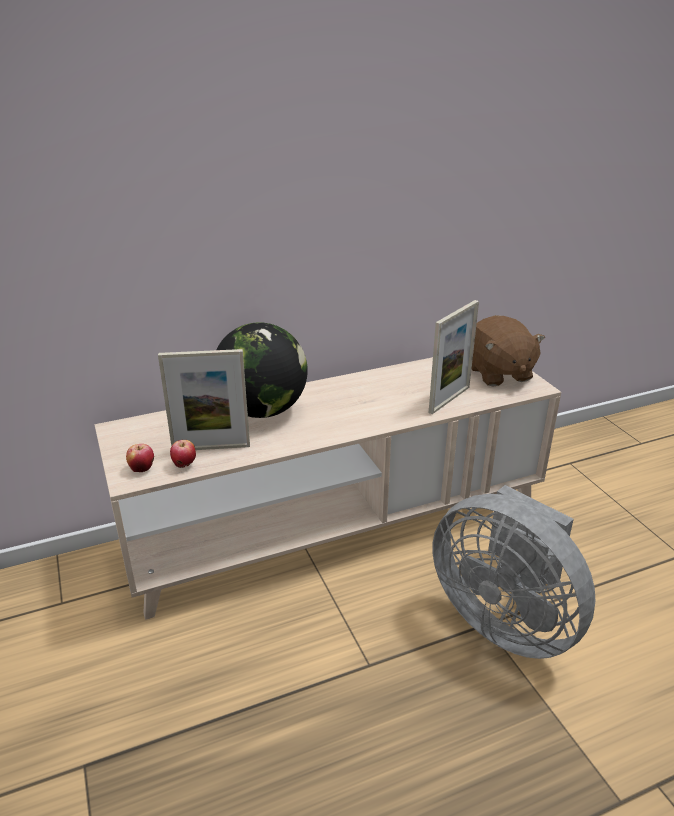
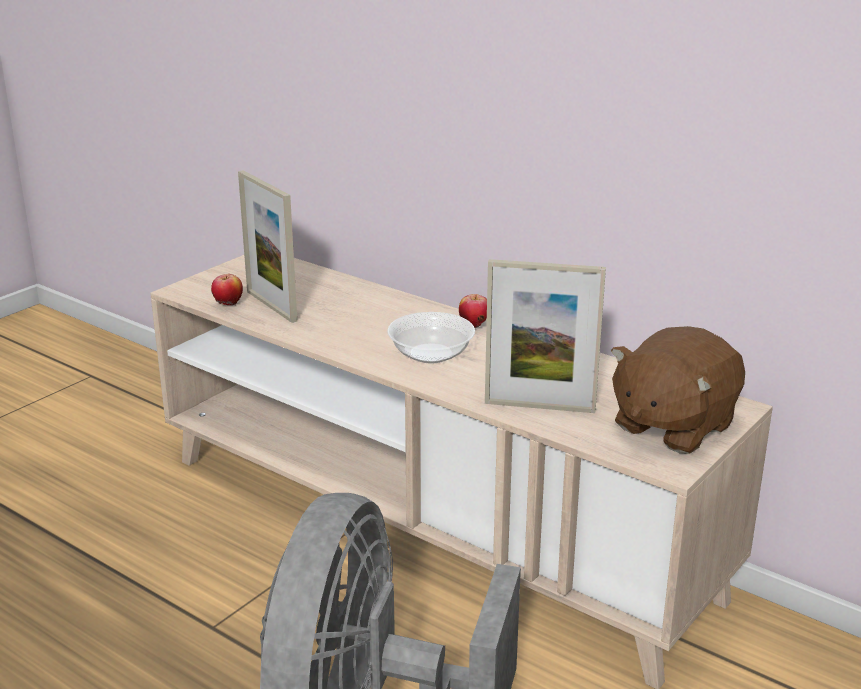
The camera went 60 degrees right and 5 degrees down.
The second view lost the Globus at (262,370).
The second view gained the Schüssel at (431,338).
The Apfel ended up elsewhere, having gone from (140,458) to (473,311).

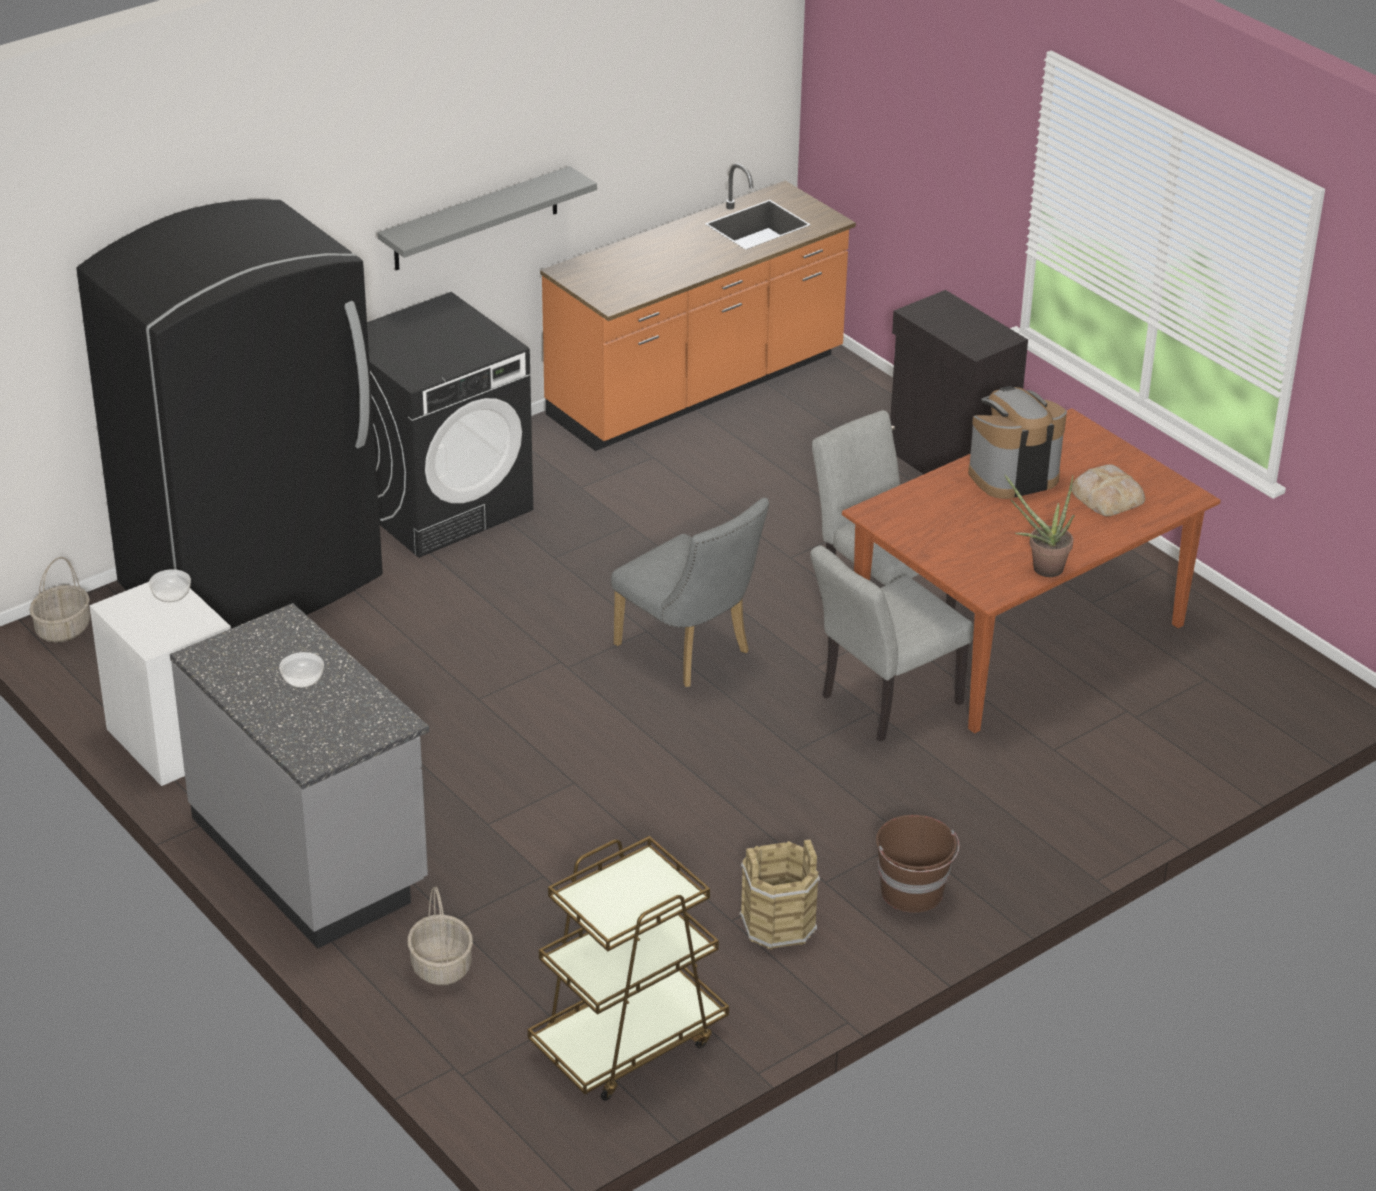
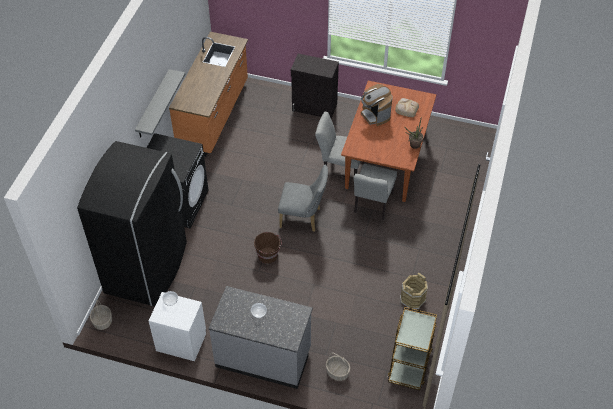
The camera went 35 degrees left and 15 degrees up.
The Eimer [braun] ended up elsewhere, having gone from (917,864) to (267,248).
The Kaffeemaschine at (1017,442) ended up facing another way, 60 degrees counterclockwise from before.

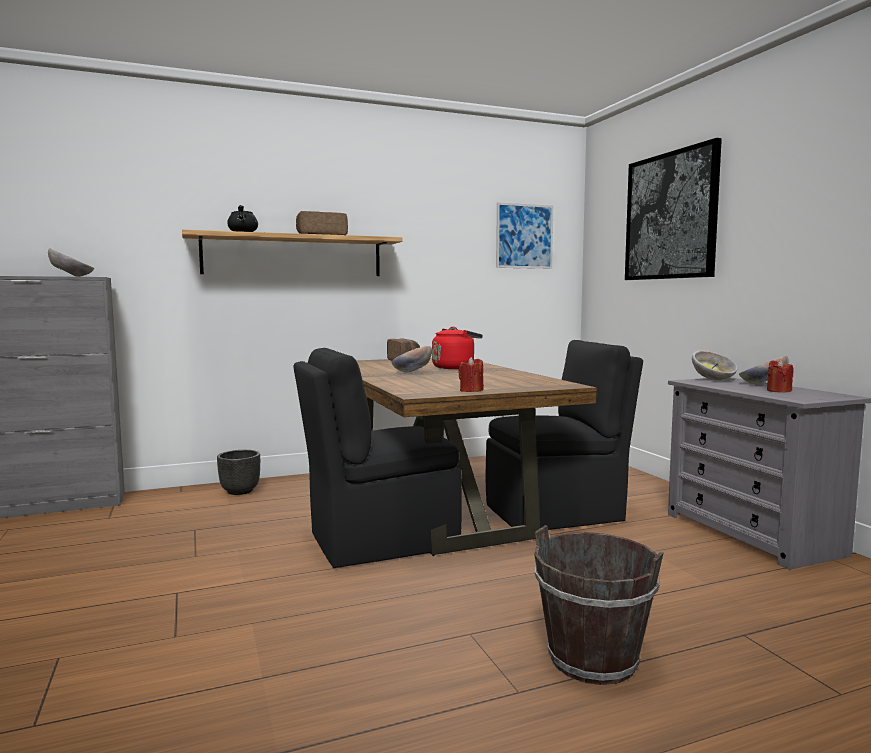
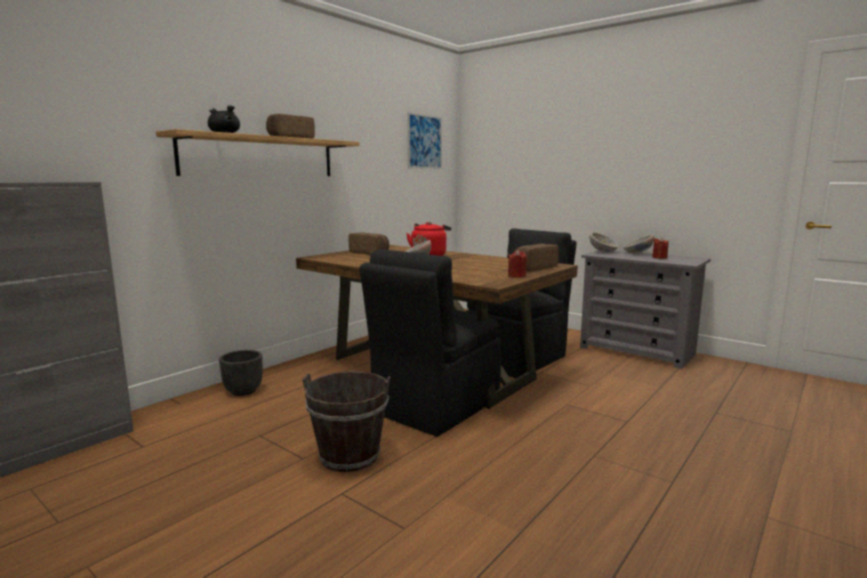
The camera went 30 degrees left and 5 degrees up.
The second view lost the Schüssel at (71,262).
The second view lost the Bild at (673,209).
The second view gained the Brot at (536,258).
The Eimer [braun] ended up elsewhere, having gone from (599,605) to (346,421).

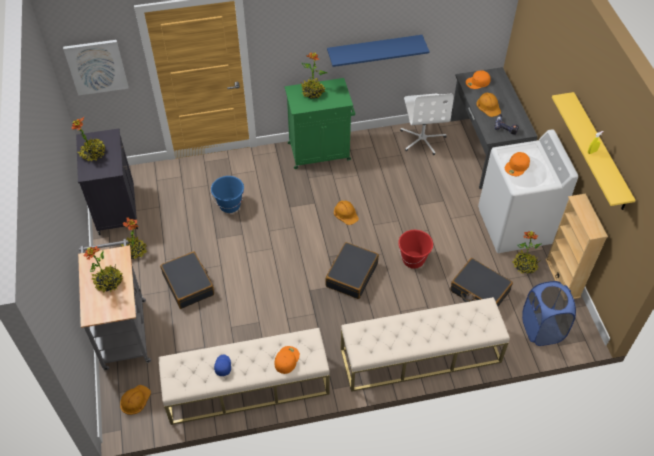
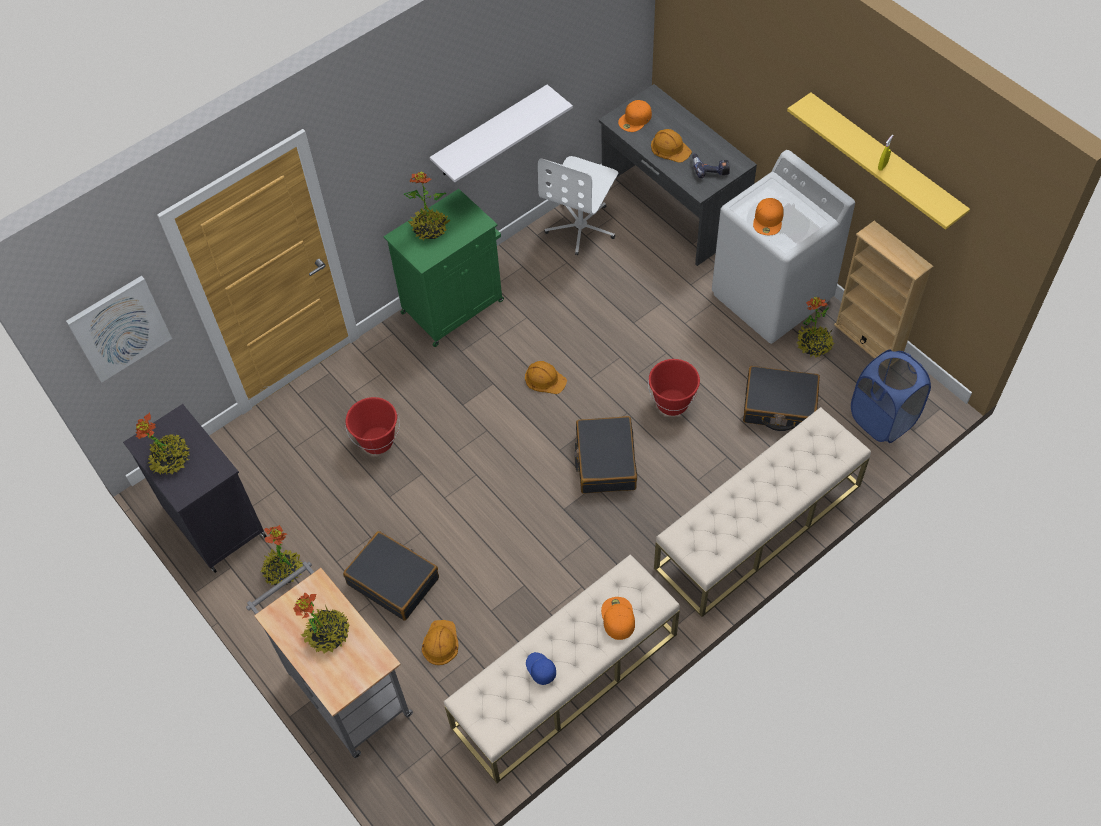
The camera went 25 degrees left and 5 degrees up.
The Schutzhelm [orange] ended up elsewhere, having gone from (135,400) to (440,642).
What was the Eimer [blau] at (227,194) turned into the Eimer [rot] at (372,425).
What was the Wandregal [blau] at (378,51) turned into the Wandregal [weiß] at (501,133).
The Bürostuhl [weiß] at (427,124) ended up facing another way, 60 degrees clockwise from before.

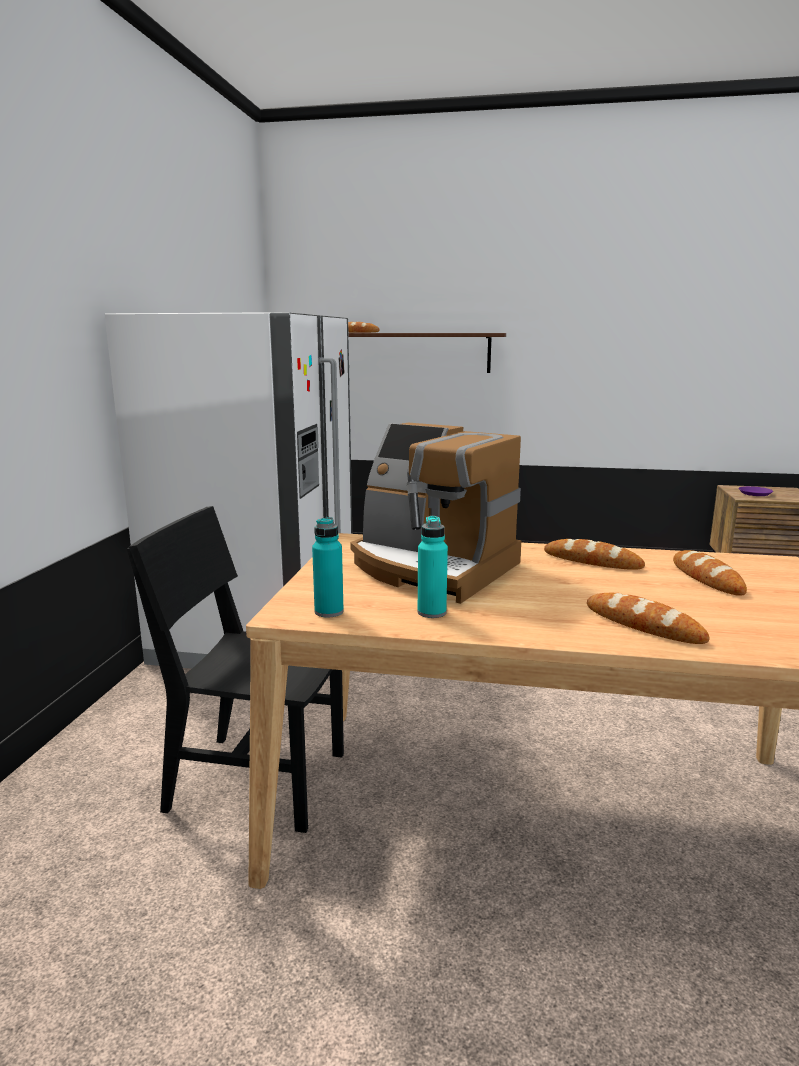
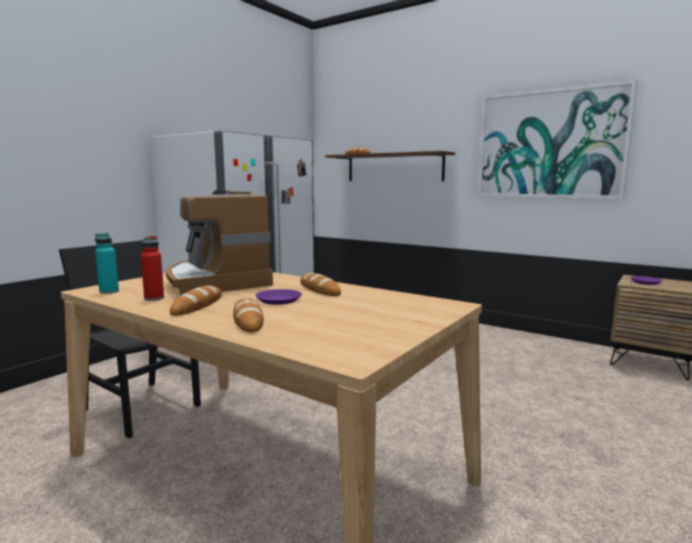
The camera went 25 degrees right and 5 degrees down.
The second view gained the Teller [lila] at (278,297).
The second view gained the Bild at (557,139).
The Brot ended up elsewhere, having gone from (710,573) to (196,301).
What was the Flasche [türkis] at (432,567) turned into the Flasche [rot] at (152,268).

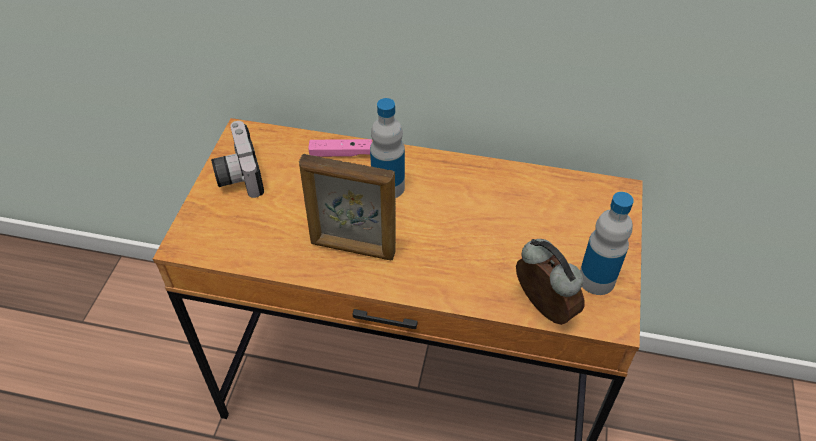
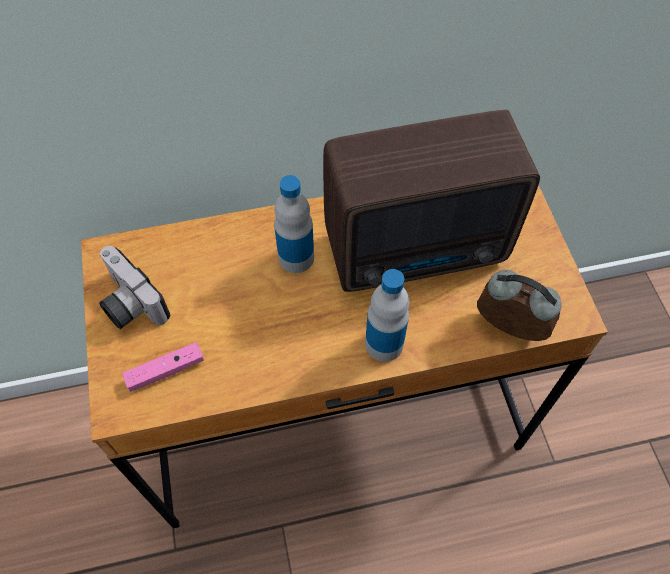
The camera went 25 degrees left and 10 degrees up.
The second view lost the Bilderrahmen at (347,207).
The second view gained the Radio at (431,201).
The Gamepad [rosa] ended up elsewhere, having gone from (340,148) to (163,367).
The Flasche ended up elsewhere, having gone from (607,243) to (387,315).

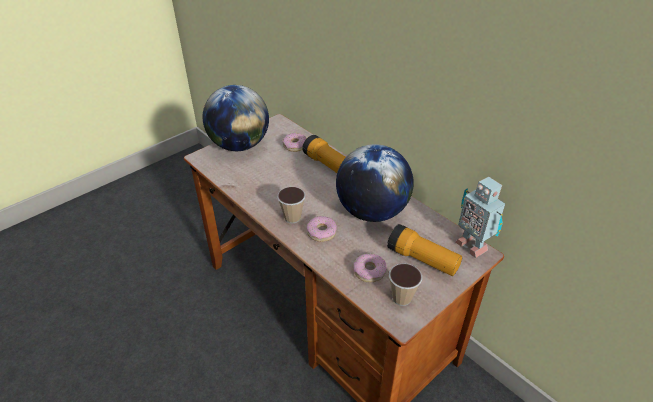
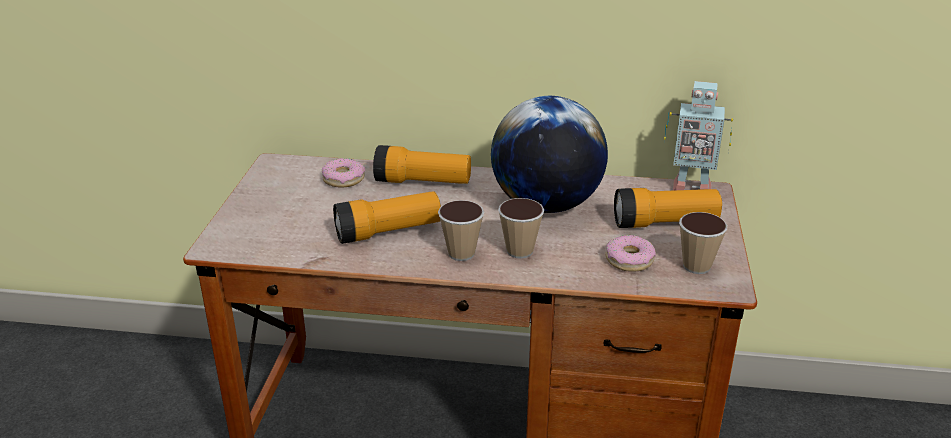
The camera went 40 degrees left and 10 degrees down.
The second view lost the Globus at (236,118).
The second view gained the Taschenlampe at (387,217).
Where the Donut stood at (322,229), the Tasse came to stand at (521,228).

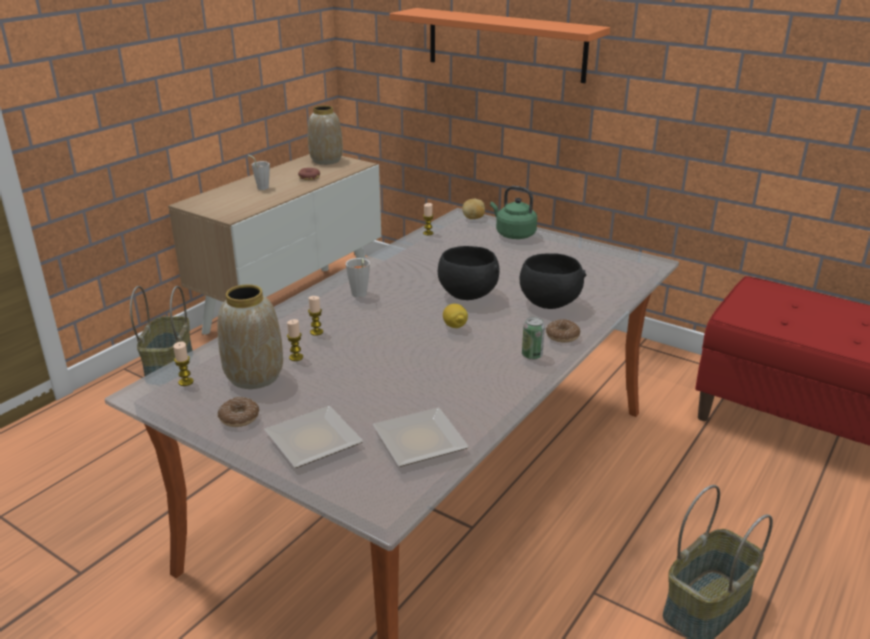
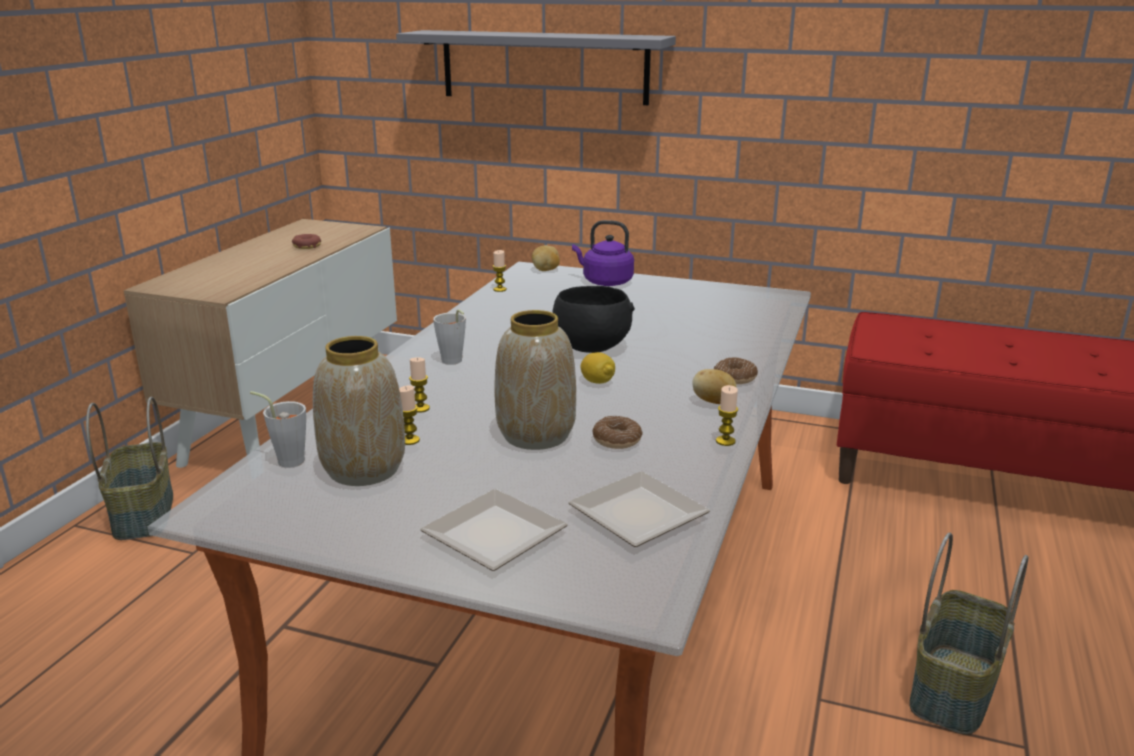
The camera went 15 degrees left and 5 degrees down.
The second view lost the Schüssel [schwarz] at (553,281).
The Kerze ended up elsewhere, having gone from (183,364) to (727,415).
The Donut ended up elsewhere, having gone from (238,412) to (617,432).
The Tasse [grau] ended up elsewhere, having gone from (259,172) to (278,429).
The Vase ended up elsewhere, having gone from (325,135) to (535,380).
Where the Dose stood at (533,338), the Kartoffel came to stand at (714,386).
What was the Wandregal [orange] at (500,45) turned into the Wandregal [grau] at (536,67).
What was the Wasserkessel [grün] at (513,212) turned into the Wasserkessel [lila] at (603,253).

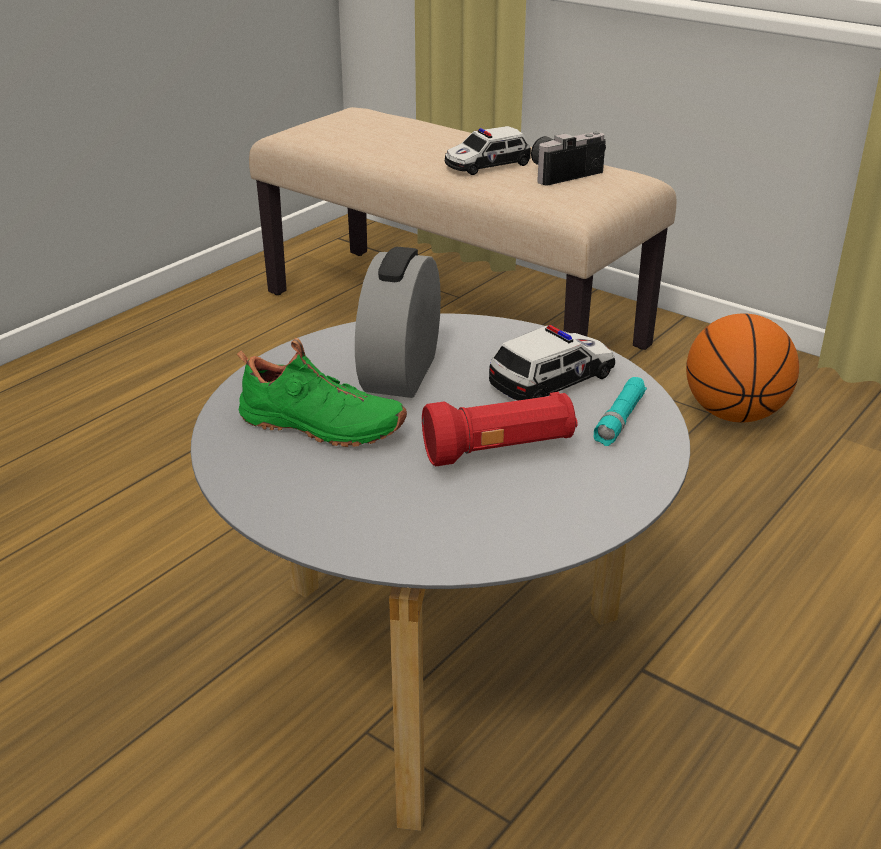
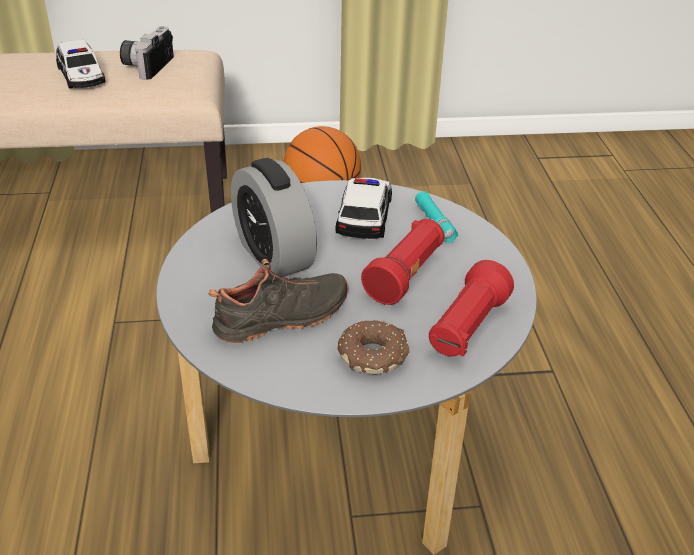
The camera went 45 degrees left and 5 degrees up.
The second view gained the Donut at (373,347).
The second view gained the Taschenlampe [rot] at (471,308).
What was the Schuh [grün] at (322,392) turned into the Schuh [schwarz] at (279,301).
The Spielzeugauto at (488,150) ended up facing another way, 45 degrees counterclockwise from before.

